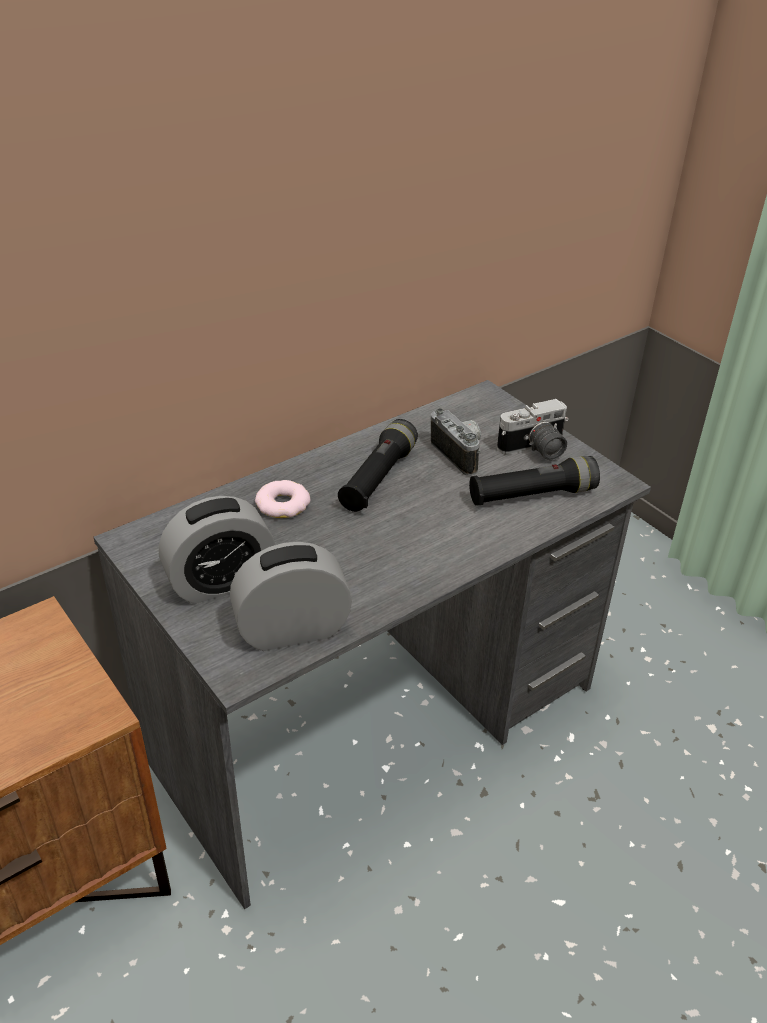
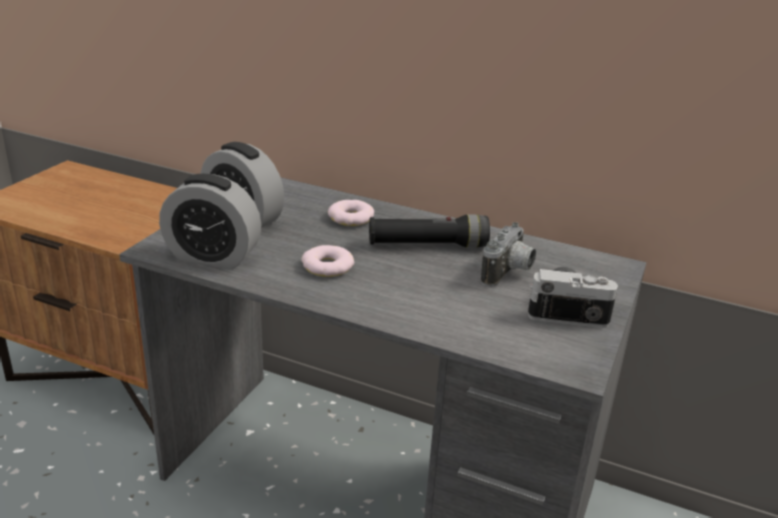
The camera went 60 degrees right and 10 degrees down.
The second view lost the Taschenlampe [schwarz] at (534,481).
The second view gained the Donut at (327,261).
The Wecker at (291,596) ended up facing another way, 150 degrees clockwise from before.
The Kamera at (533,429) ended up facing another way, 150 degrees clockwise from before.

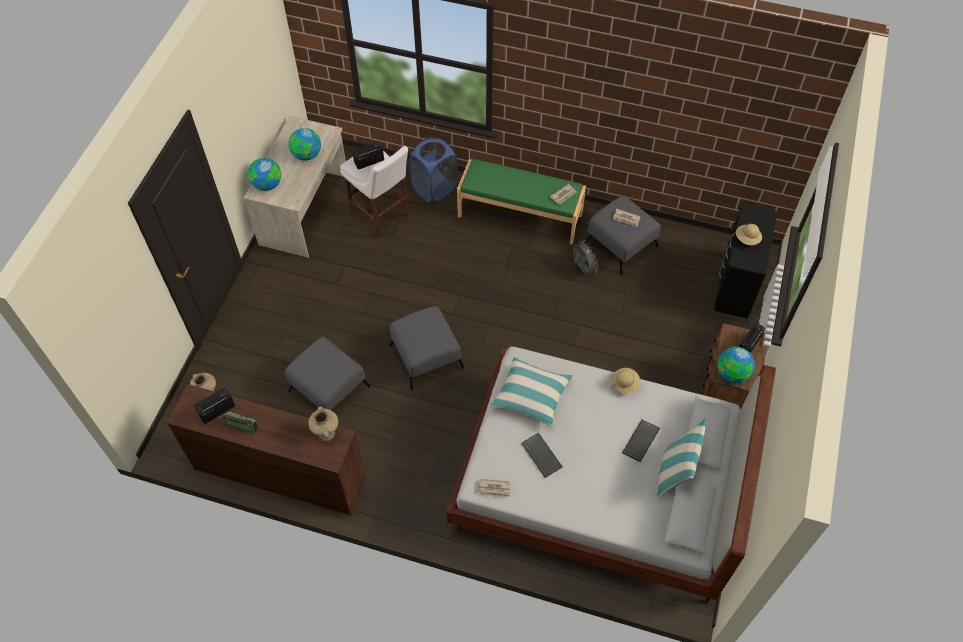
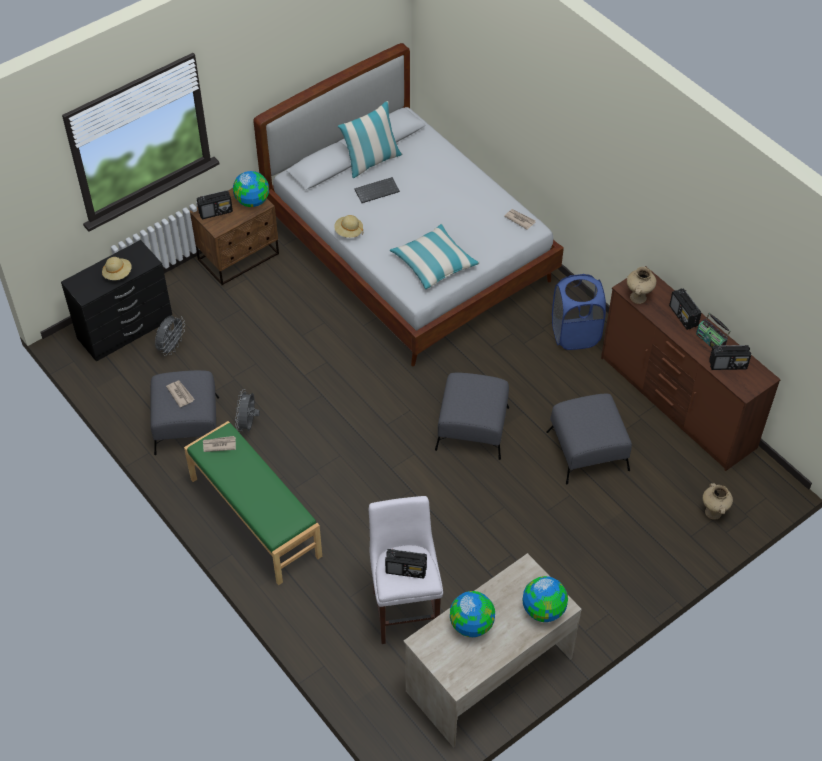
The camera went 145 degrees left and 5 degrees down.
The second view lost the Tastatur at (542,455).
The second view gained the Ventilator [grau] at (170,336).
The second view gained the Radio at (685,309).
The Wäschekorb [blau] ended up elsewhere, having gone from (433,169) to (579,312).

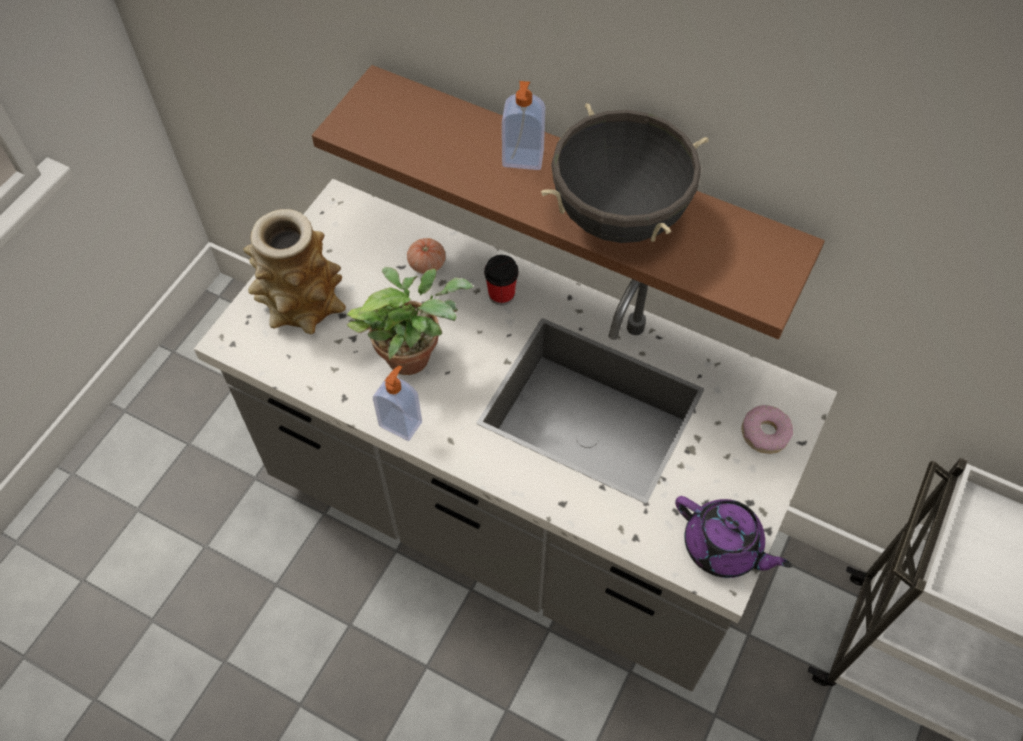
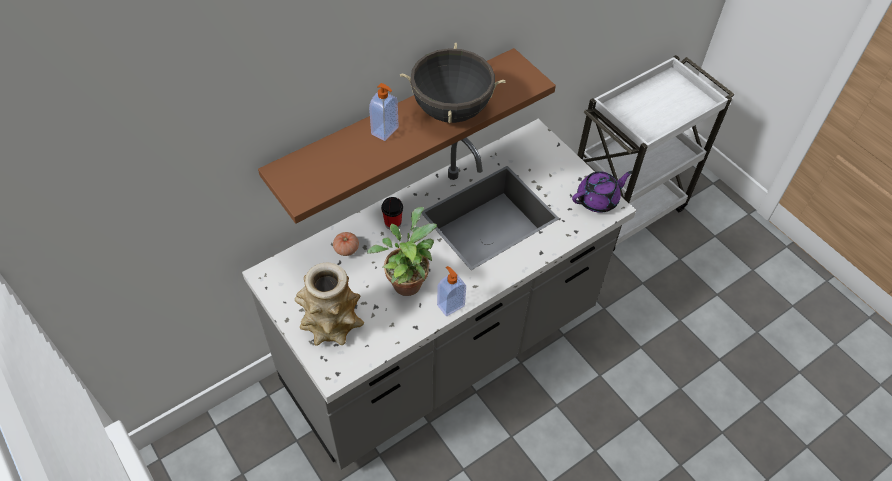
The camera went 65 degrees left and 5 degrees down.
The second view lost the Donut at (767,429).

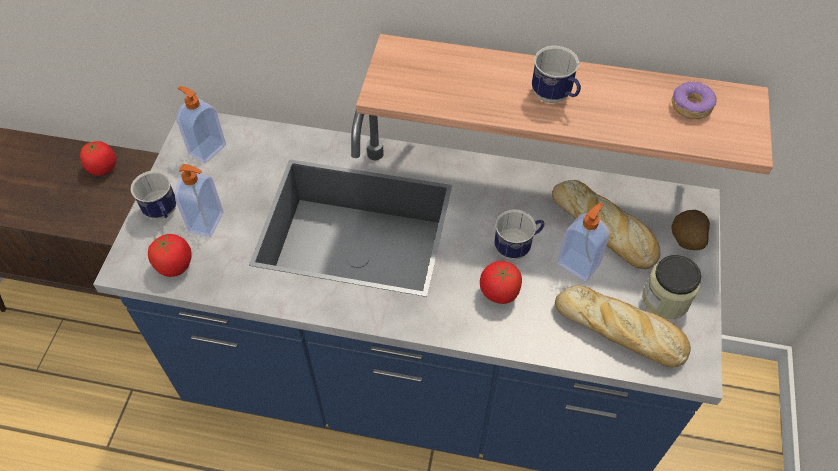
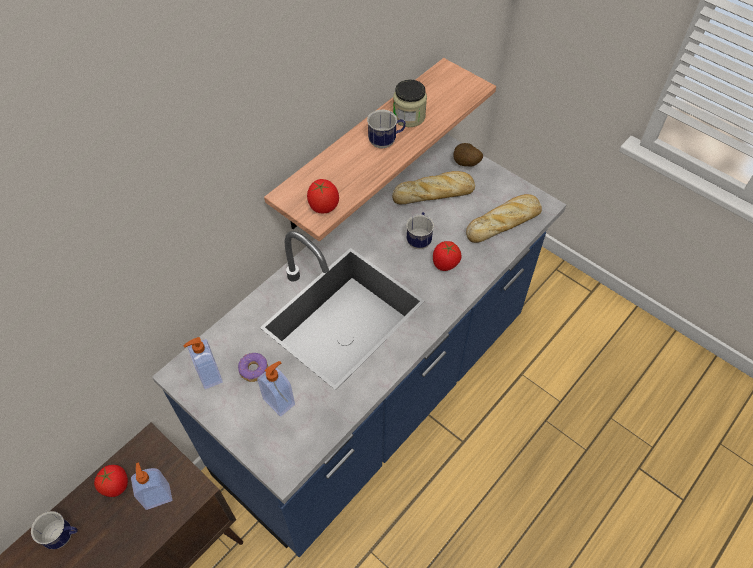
The camera went 60 degrees left and 0 degrees up.
The Henkelbecher ended up elsewhere, having gone from (153,195) to (54,530).
The Tomate ended up elsewhere, having gone from (170,255) to (323,196).
The Seifenspender ended up elsewhere, having gone from (583,242) to (151,486).
The Vorratsglas ended up elsewhere, having gone from (671,287) to (410,103).
The Donut ended up elsewhere, having gone from (694,100) to (253,367).

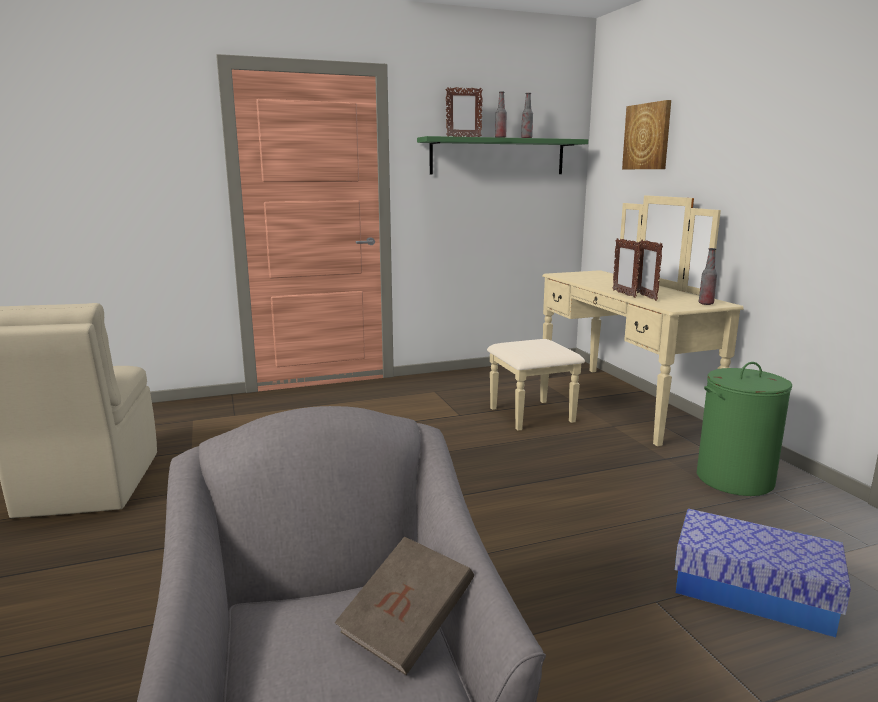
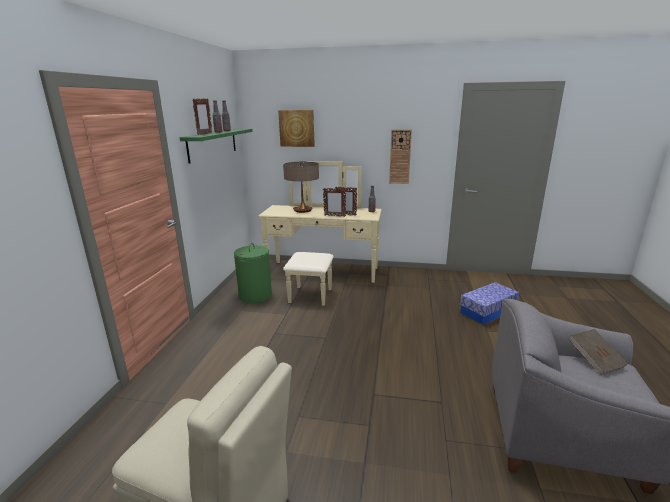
The camera went 60 degrees left and 5 degrees up.
The second view gained the Tischlampe at (301,187).
The second view gained the Wanduhr at (400,157).
The Wäschekorb [grün] ended up elsewhere, having gone from (744,429) to (253,273).

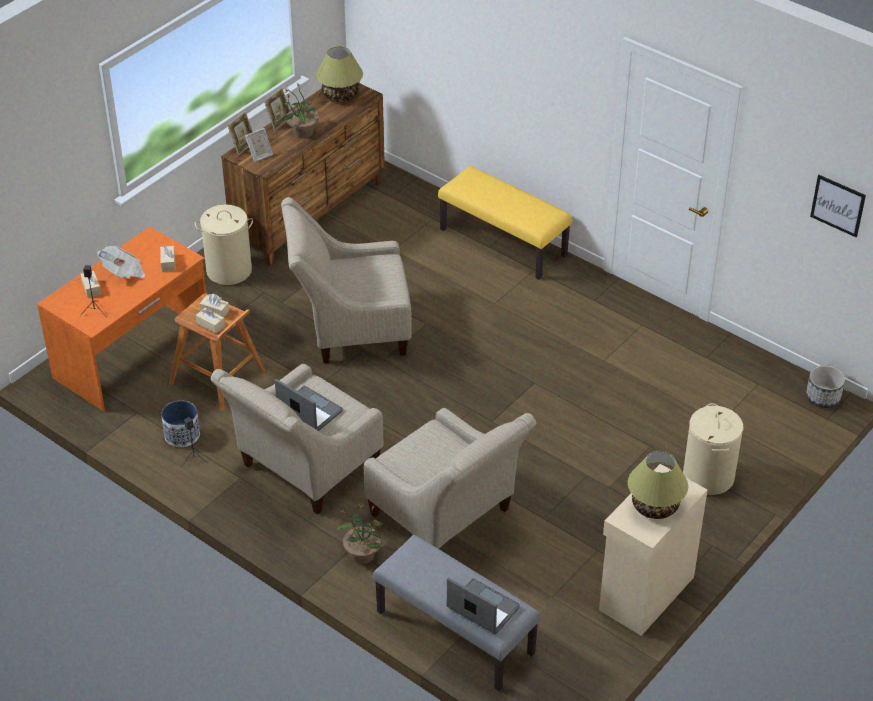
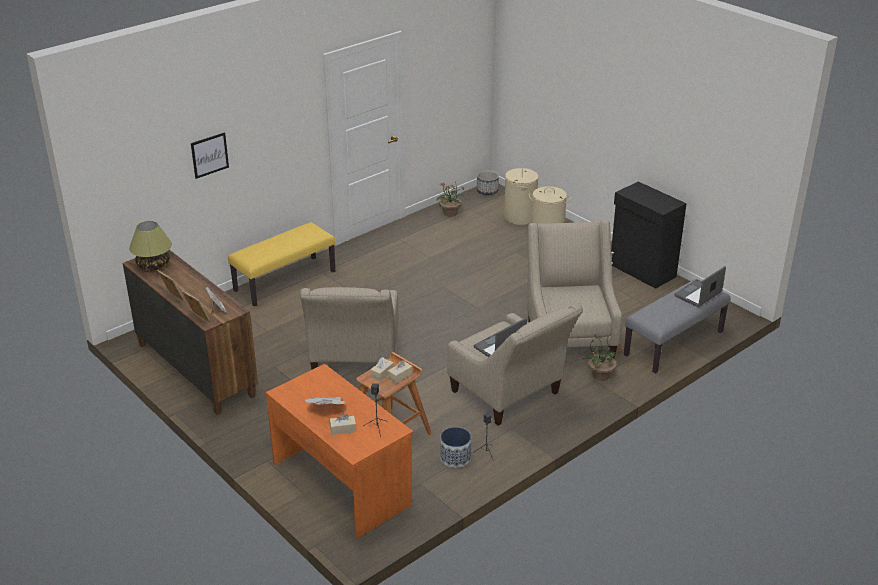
The camera went 80 degrees left and 10 degrees down.
The second view lost the Taschentuchbox [beige] at (167,258).
The second view lost the Tischlampe at (658,485).
The Wäschekorb [beige] ended up elsewhere, having gone from (224,245) to (521,196).
The Topfpflanze ended up elsewhere, having gone from (301,110) to (450,199).
The Bild ended up elsewhere, having gone from (838,206) to (210,155).
What was the Schrank [beige] at (653,550) turned into the Schrank [schwarz] at (649,235).
The Sessel [beige] at (449,478) ended up facing another way, 60 degrees counterclockwise from before.

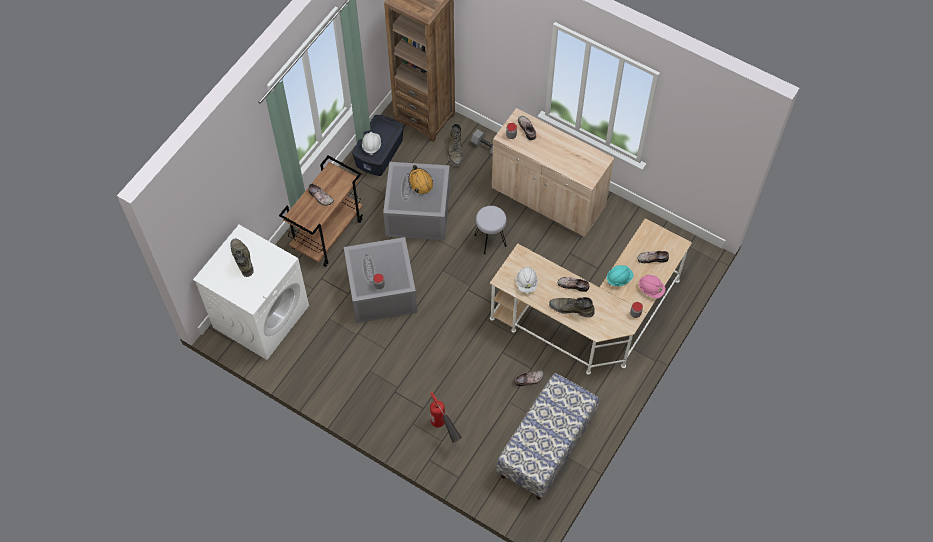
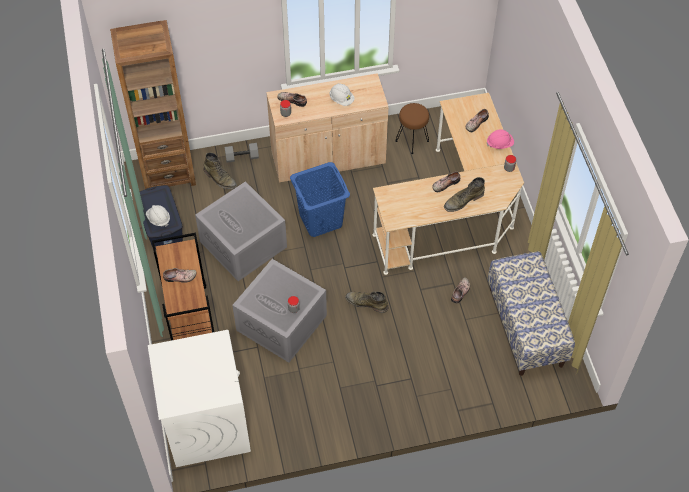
The camera went 45 degrees left and 5 degrees down.
The second view lost the Schutzhelm [orange] at (420,179).
The second view lost the Feuerlöscher at (446,417).
The second view lost the Schutzhelm [türkis] at (620,275).
The second view gained the Hocker [braun] at (412,128).
The Stiefel [grün] ended up elsewhere, having gone from (242,258) to (366,302).
The Schutzhelm [weiß] ended up elsewhere, having gone from (527,280) to (342,94).
Where the Hocker [grau] stood at (490,230), the Wäschekorb [blau] came to stand at (320,199).

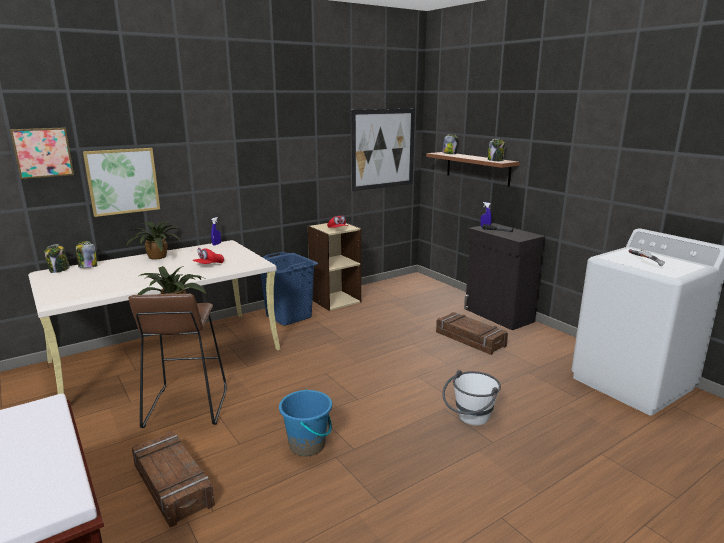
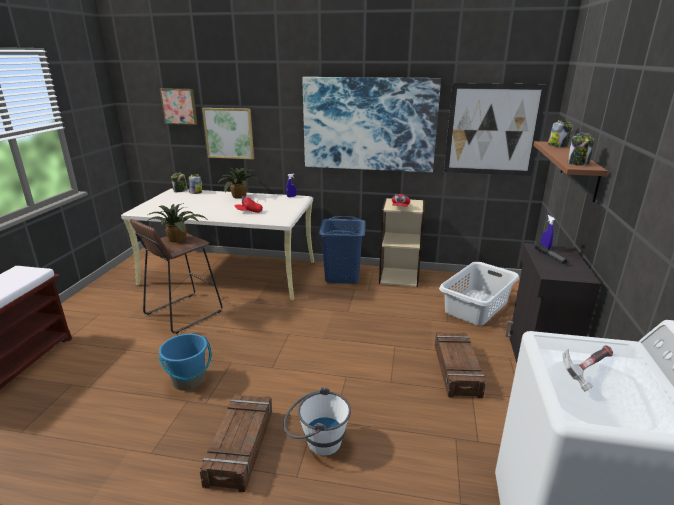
The camera went 45 degrees right and 5 degrees up.
The second view gained the Bild at (371,124).
The second view gained the Wäschekorb [grau] at (479,294).
The Kiste ended up elsewhere, having gone from (173,479) to (236,443).

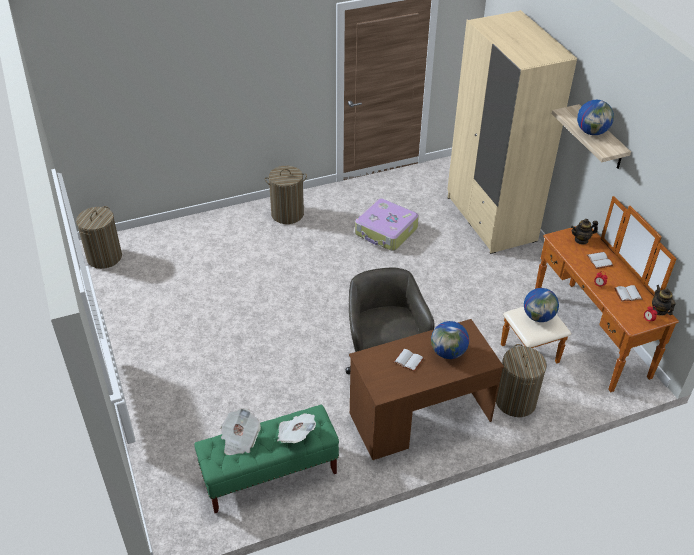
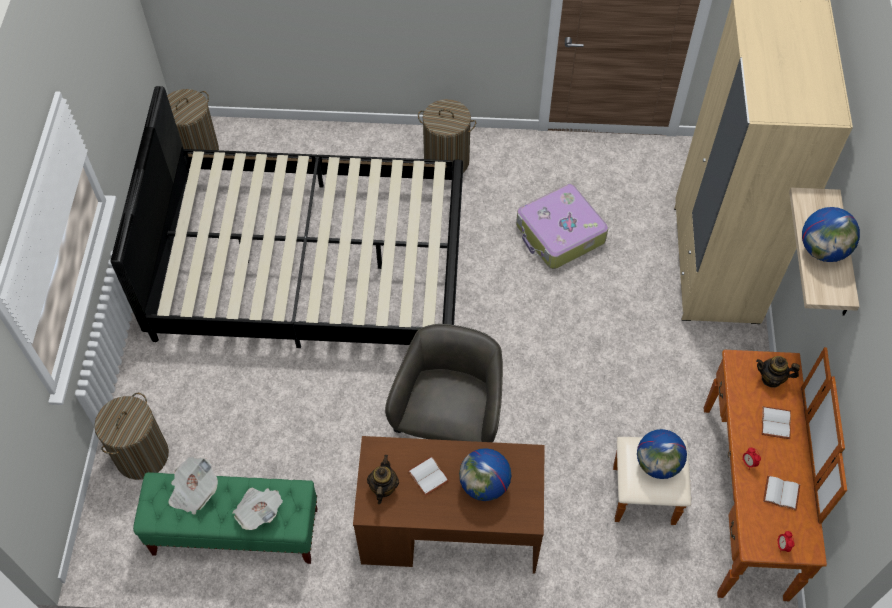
The camera went 25 degrees right and 15 degrees up.
The second view gained the Bett [schwarz] at (286,217).
The Wäschekorb ended up elsewhere, having gone from (521,380) to (132,436).
The Teekanne ended up elsewhere, having gone from (664,300) to (383,479).

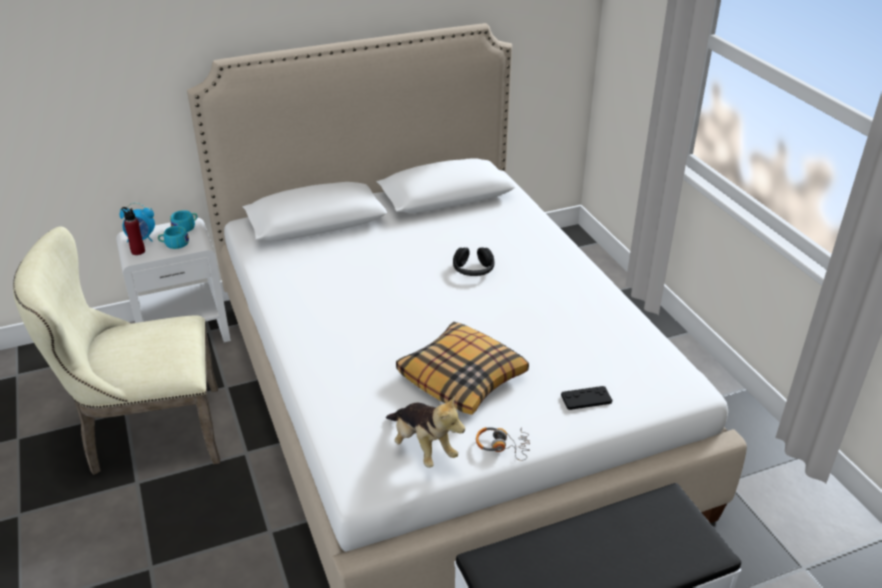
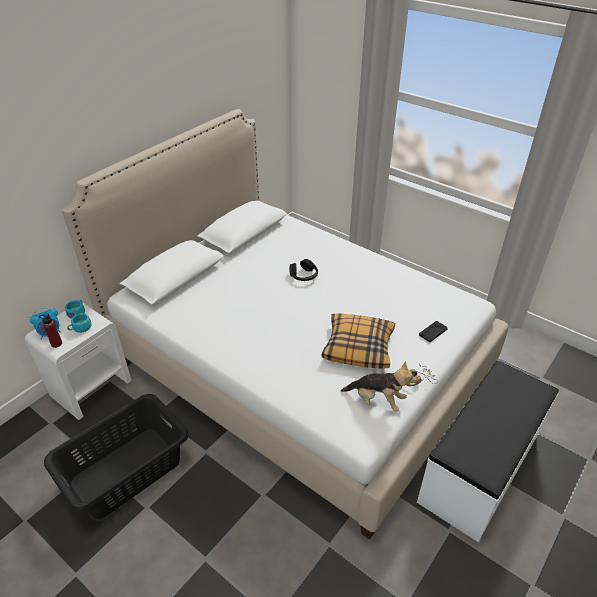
The camera went 30 degrees left and 5 degrees up.
Where the Stuhl [beige] stood at (116,351), the Wäschekorb [schwarz] came to stand at (116,456).

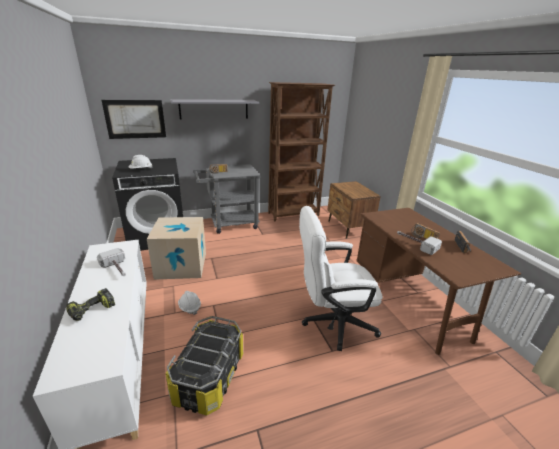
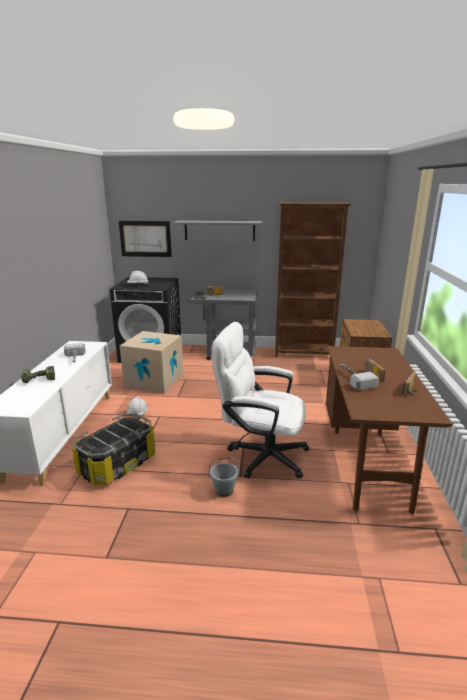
The camera went 25 degrees right and 5 degrees down.
The second view gained the Eimer [grau] at (224,476).

